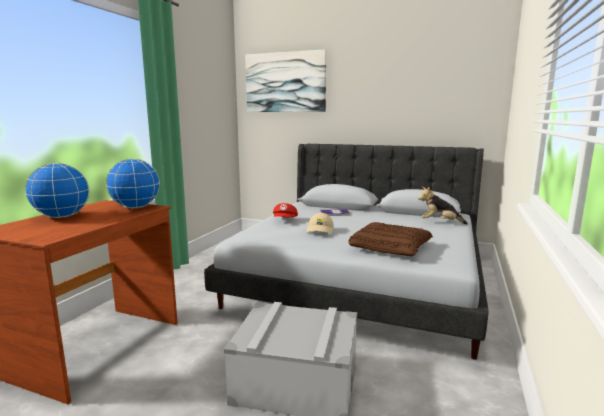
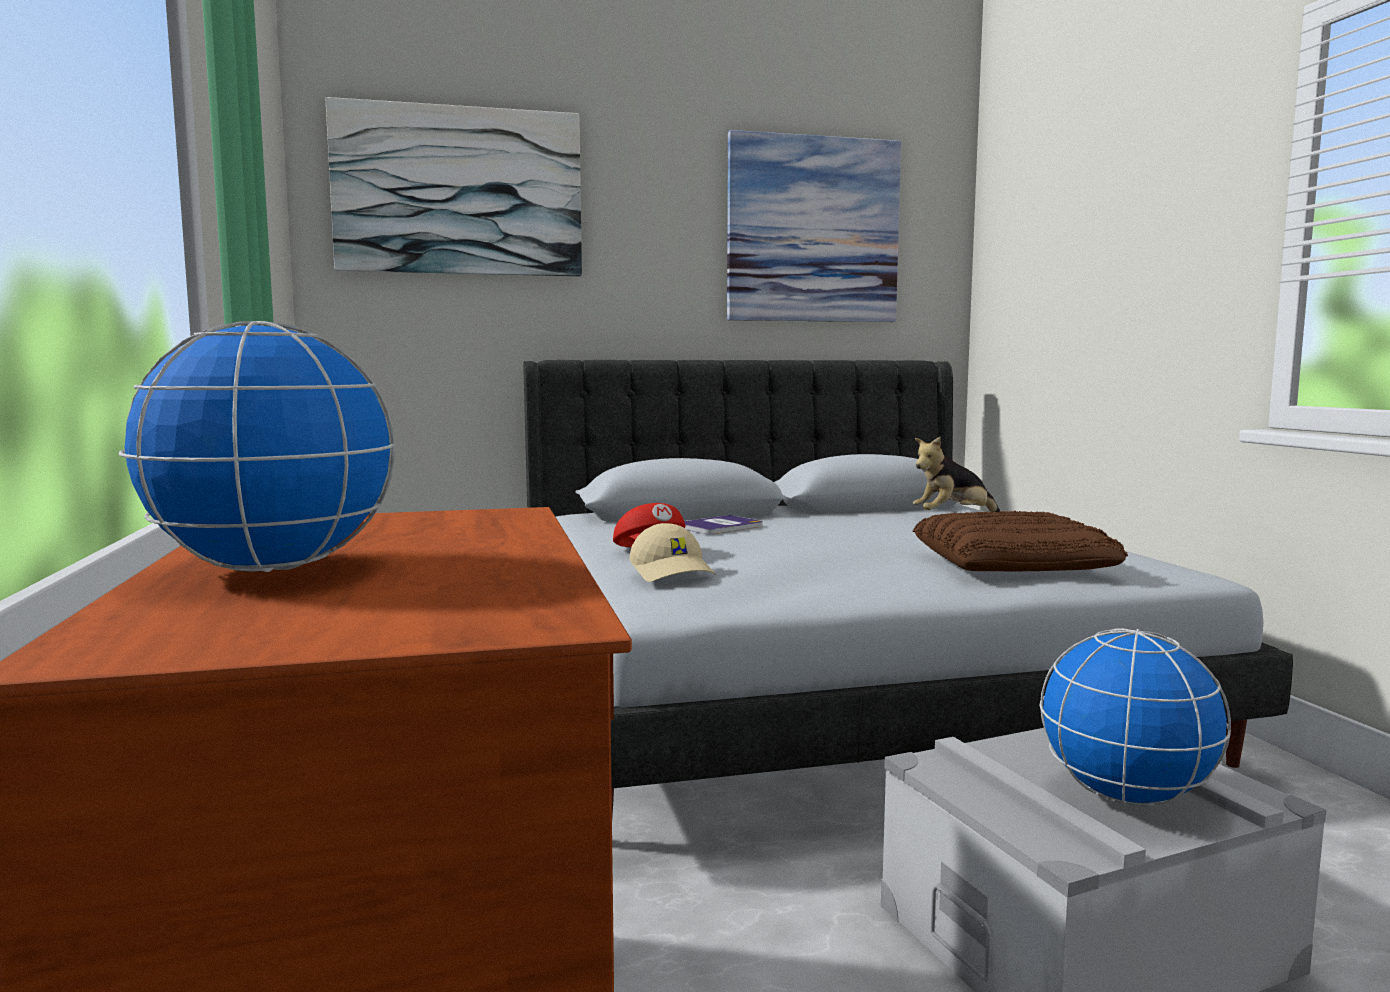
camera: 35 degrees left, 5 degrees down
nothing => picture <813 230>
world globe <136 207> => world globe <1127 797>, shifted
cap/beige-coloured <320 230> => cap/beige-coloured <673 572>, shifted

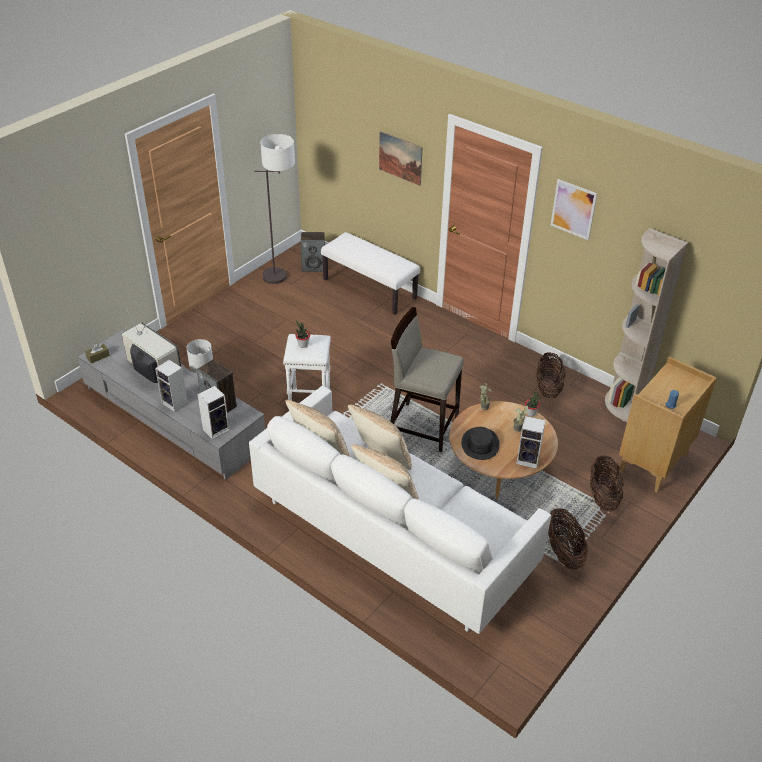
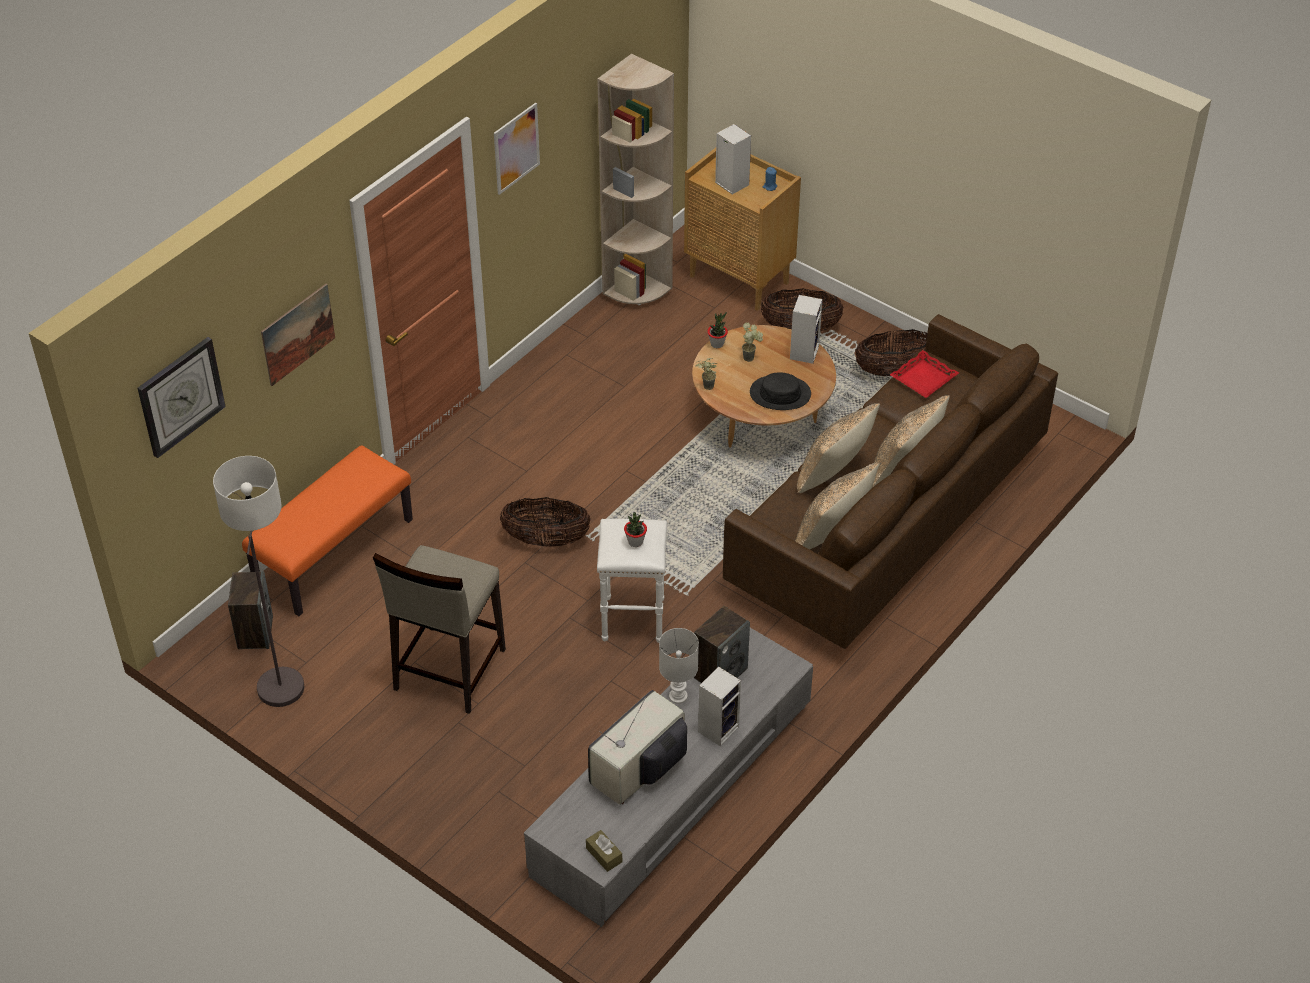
camera: 90 degrees left, 5 degrees up
nothing => clock on the wall <180 396>
nothing => carrying tray/red <923 378>
speaker <216 429> => speaker <730 183>, shifted
stool seat/beige-coloured <422 427> => stool seat/beige-coloured <448 670>, shifted
household basket <548 389> => household basket <546 540>, shifted
couch/white-coloured <392 534> => couch/brown <886 522>
long seat/white-coloured <370 289> => long seat/orangey <334 552>

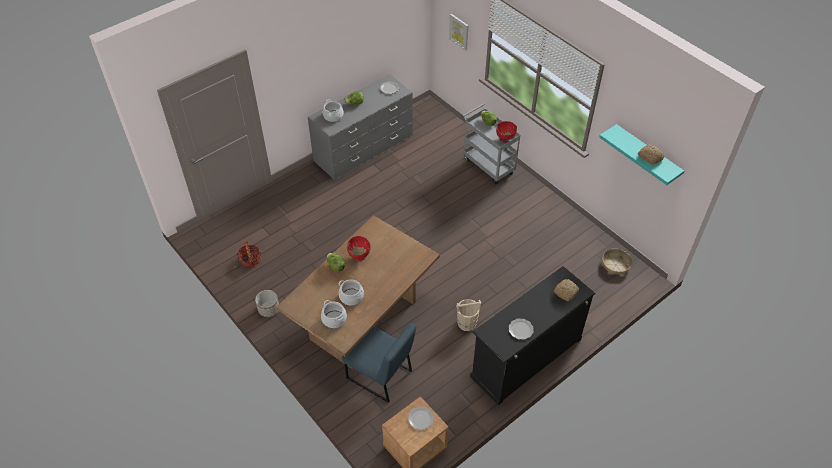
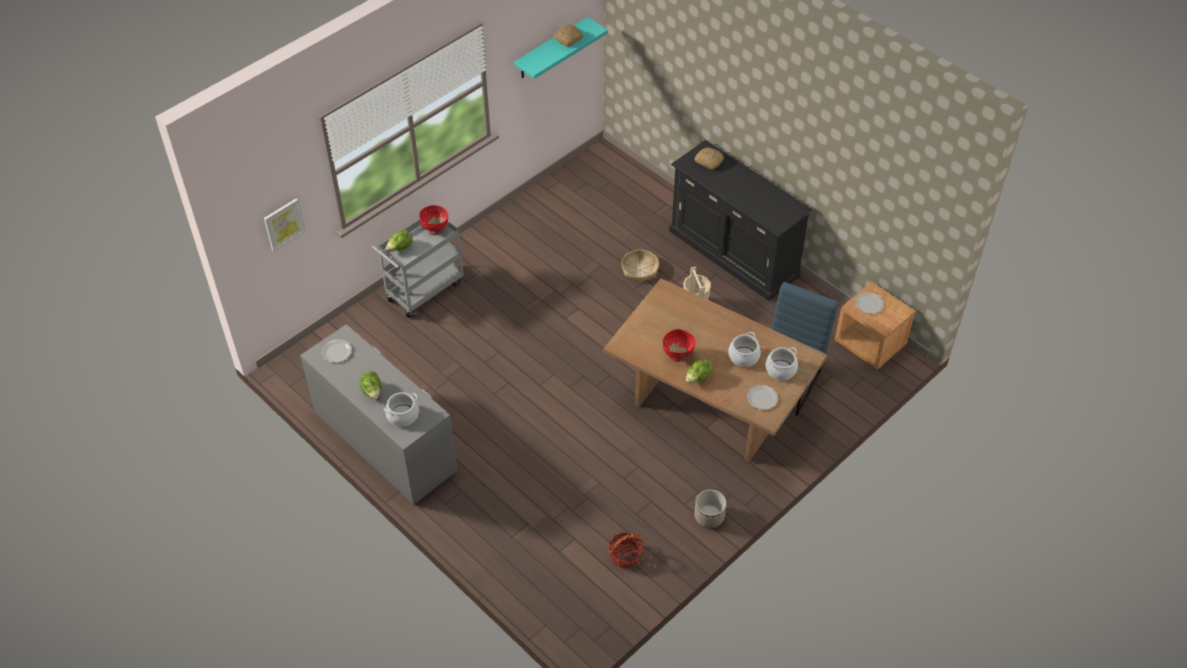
camera: 95 degrees left, 0 degrees up
plate <520 329> => plate <762 399>, shifted
household basket <616 265> => household basket <640 270>, shifted

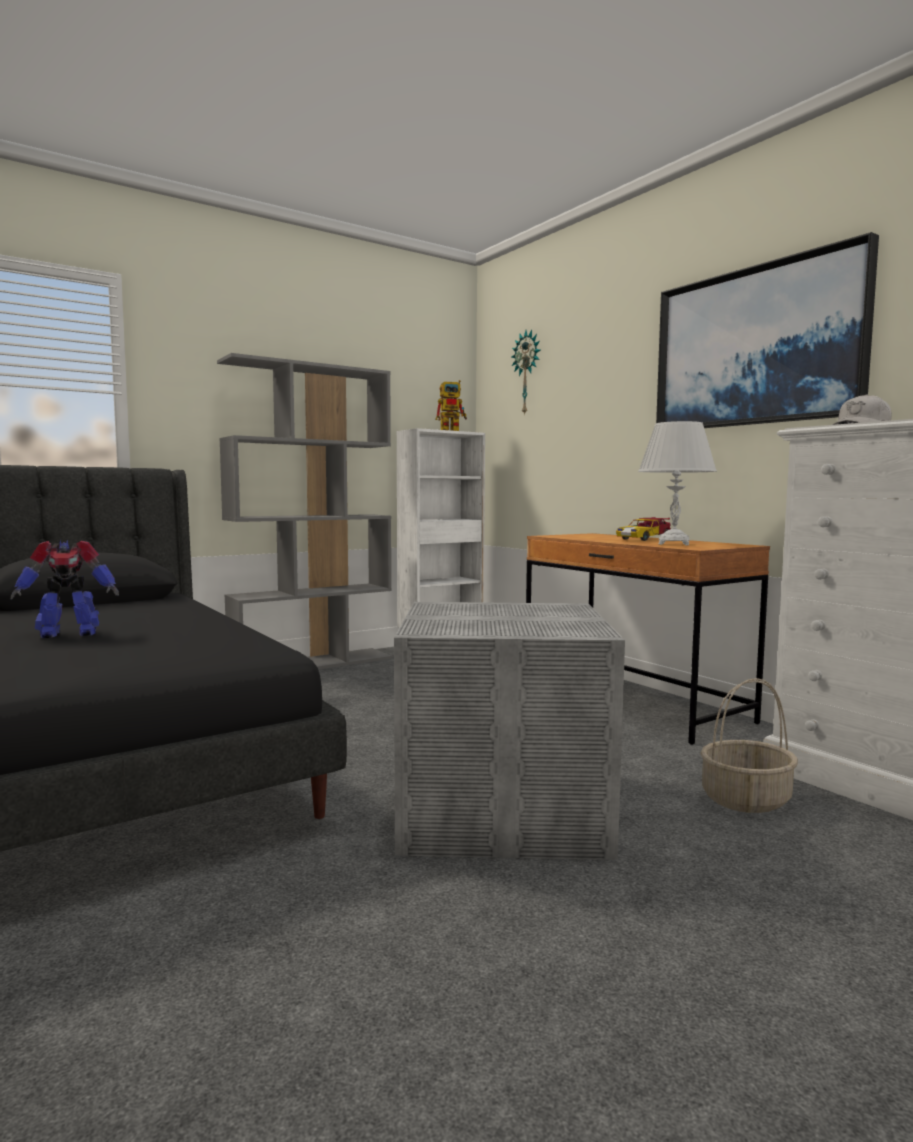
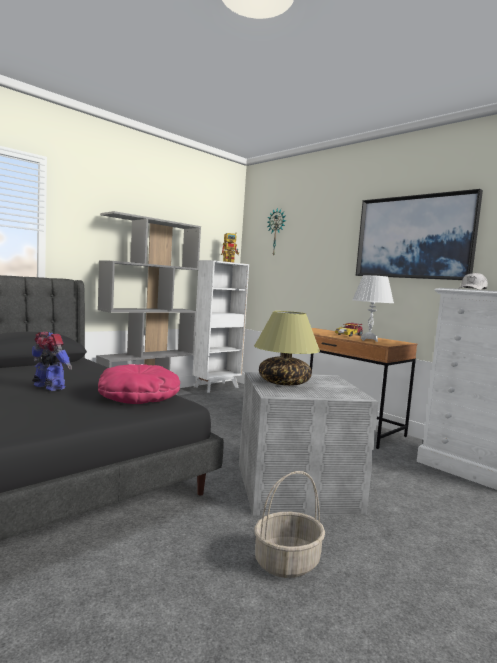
camera: 10 degrees left, 0 degrees up
nothing => pillow/pink <140 397>
nothing => tabletop lamp <284 383>
household basket <746 800> => household basket <286 563>, shifted
toy robot <68 633> => toy robot <49 387>, 120 degrees counterclockwise

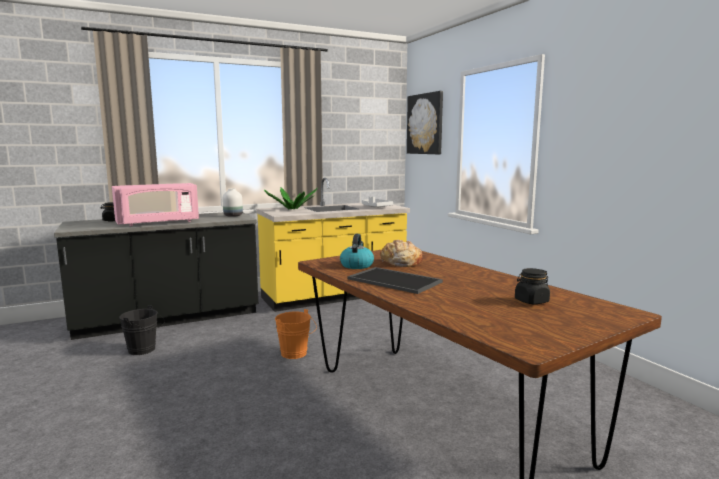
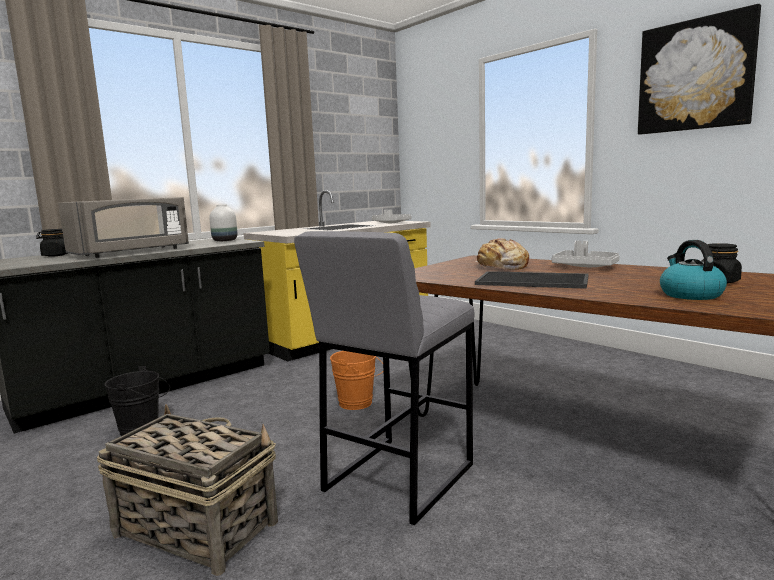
camera: 15 degrees left, 0 degrees up
houseplant <292 209> => nothing
nothing => household basket <194 528>
nothing => stool seat/gray <397 479>
nothing => carrying tray/gray <585 266>
kettle <356 265> => kettle <690 295>, shifted
picture <425 124> => picture <695 75>, shifted
microwave oven/pink <158 222> => microwave oven/gray <132 252>

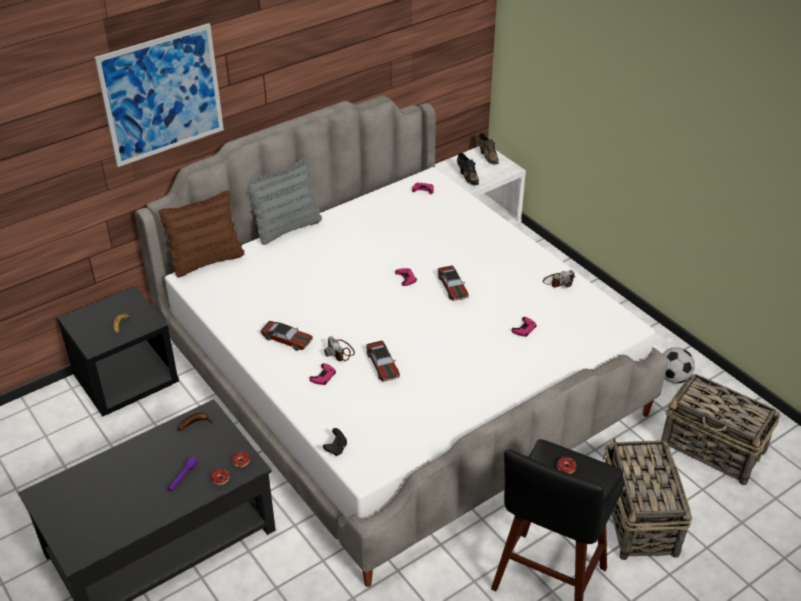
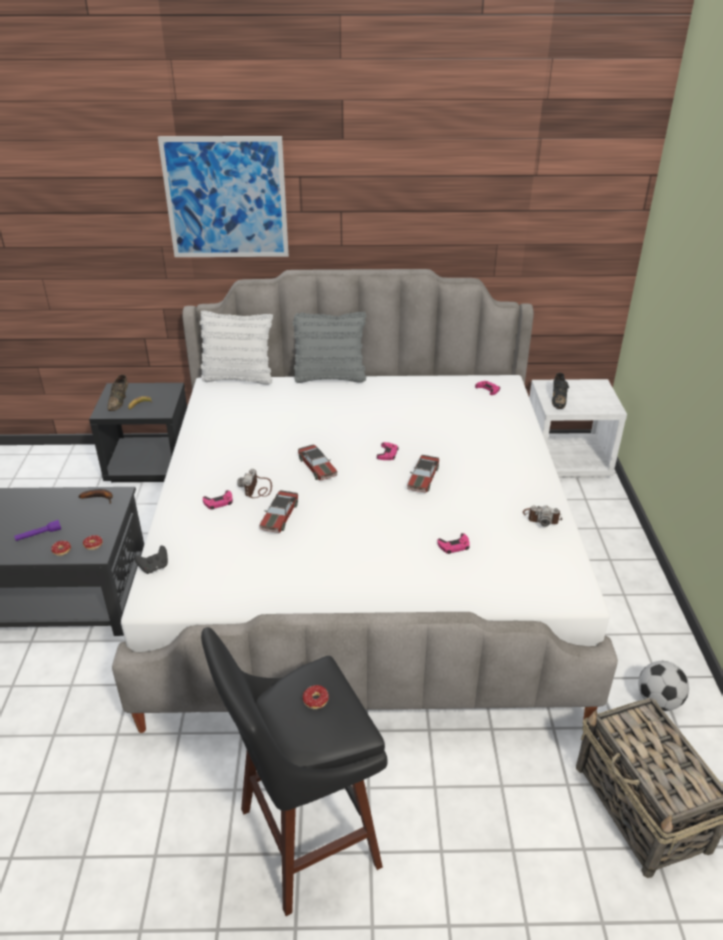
camera: 35 degrees right, 5 degrees down
household basket <639 520> => nothing
model car <287 339> => model car <317 467>, shifted
low shoe/brown <487 156> => low shoe/brown <119 401>, shifted
pillow/brown <207 261> => pillow/white-coloured <239 378>

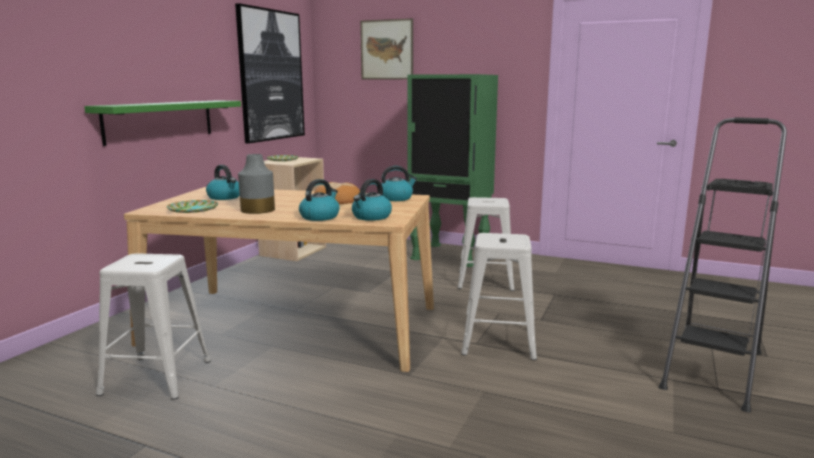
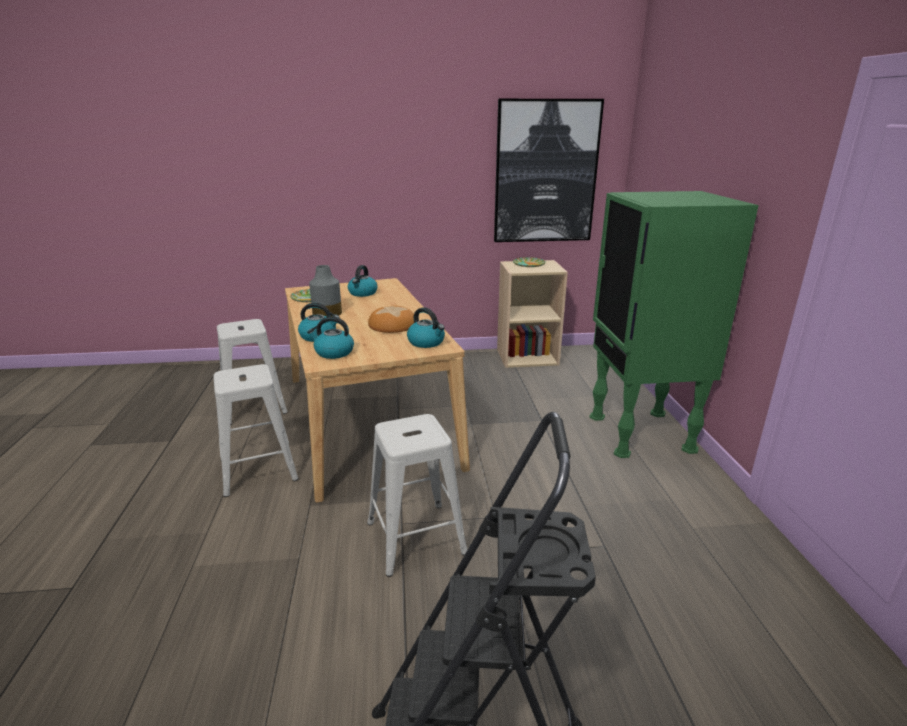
camera: 60 degrees right, 10 degrees up
wall shelf/greenish <160 121> => nothing
picture <387 49> => nothing
stool seat/white-coloured <485 281> => stool seat/white-coloured <258 469>, shifted

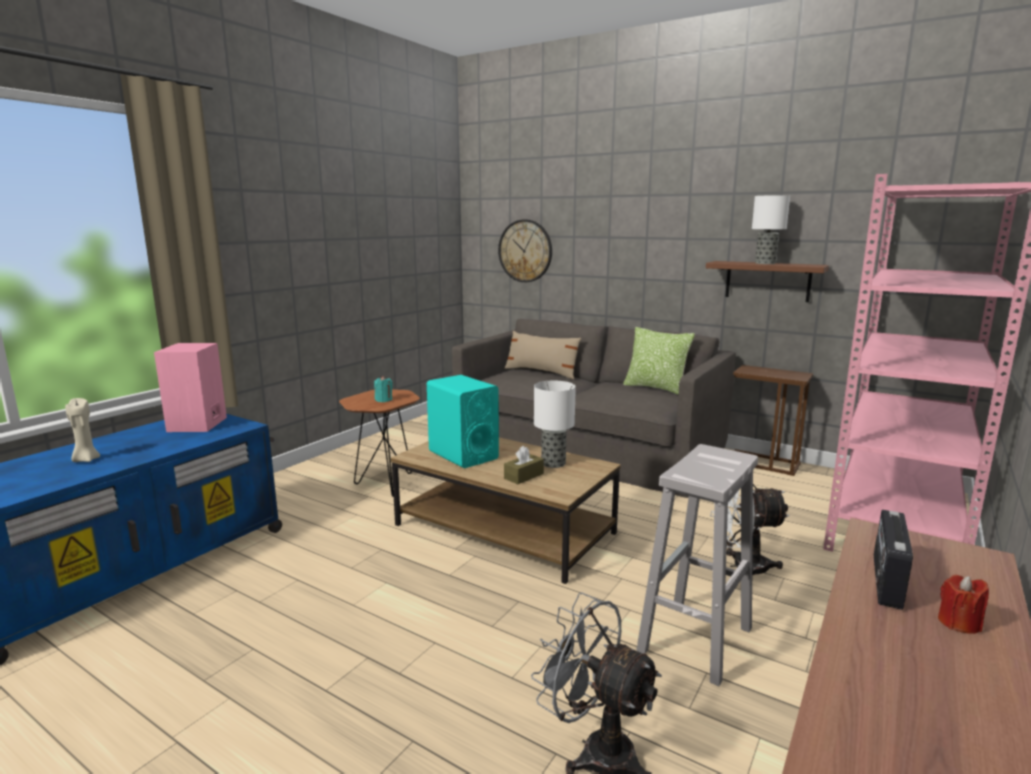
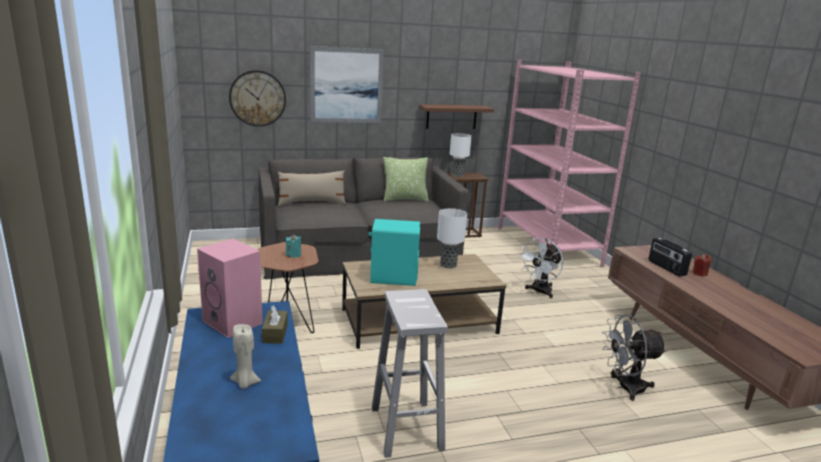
camera: 50 degrees left, 5 degrees up
nothing => picture <346 85>
tissue holder/brown <524 476> => tissue holder/brown <275 333>, shifted
stool seat/white-coloured <695 641> => stool seat/white-coloured <407 429>, shifted
tabletop lamp <765 263> => tabletop lamp <457 175>, shifted

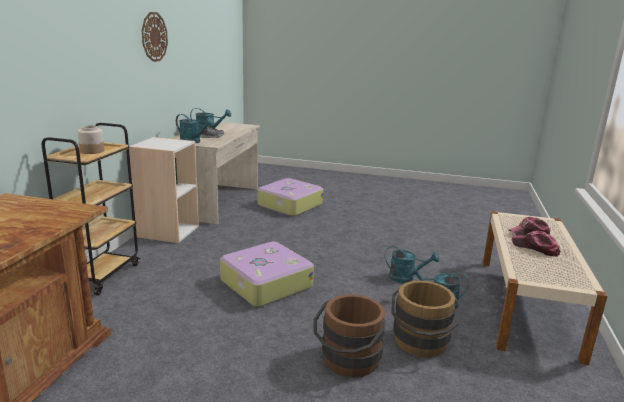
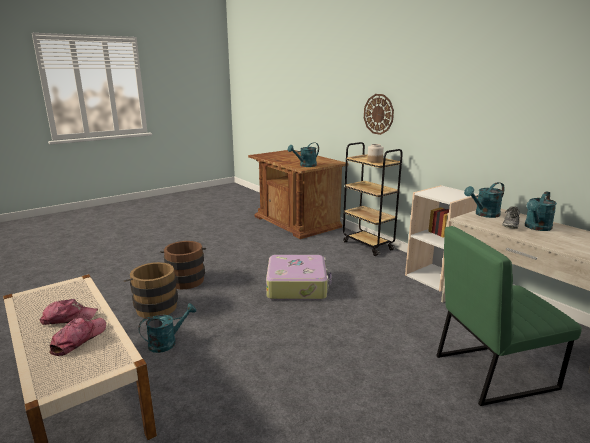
camera: 130 degrees right, 0 degrees up
clock on the wall <154 37> => clock on the wall <378 114>, shifted
sprinkling can/turquoise-coloured <406 278> => sprinkling can/turquoise-coloured <305 165>, shifted
piece of luggage <289 205> => plain chair/greenish <491 372>

